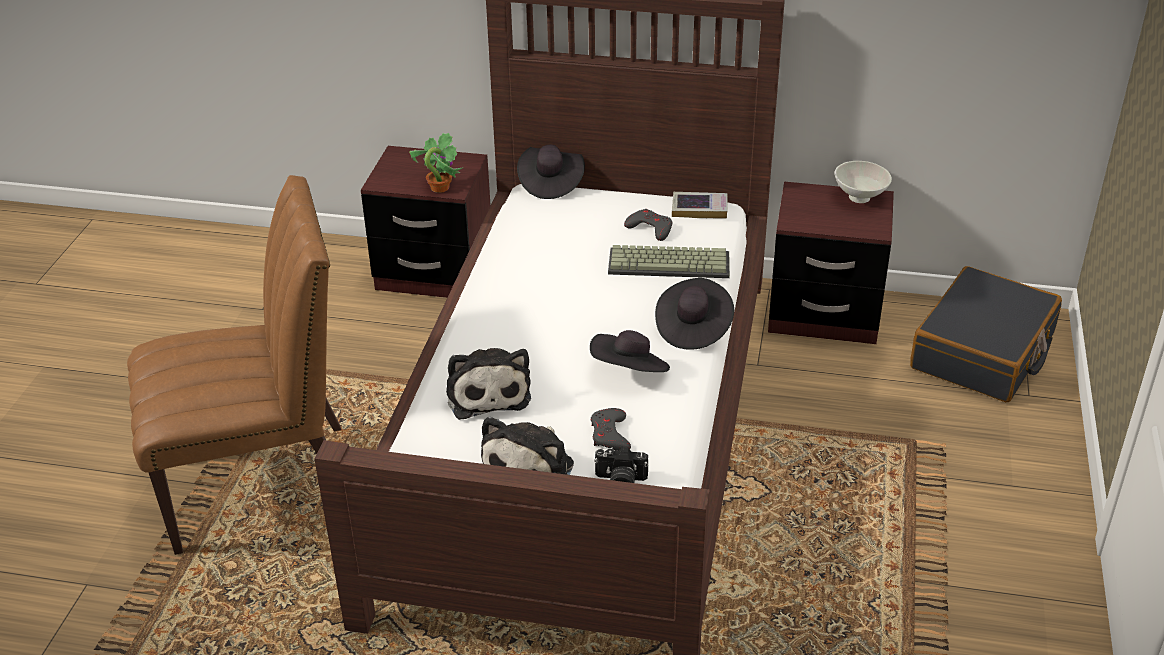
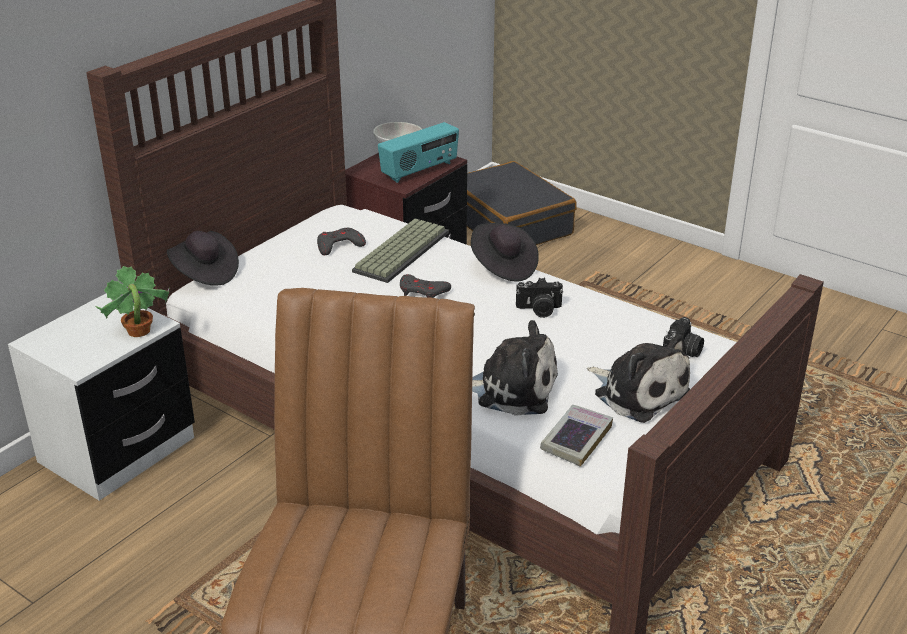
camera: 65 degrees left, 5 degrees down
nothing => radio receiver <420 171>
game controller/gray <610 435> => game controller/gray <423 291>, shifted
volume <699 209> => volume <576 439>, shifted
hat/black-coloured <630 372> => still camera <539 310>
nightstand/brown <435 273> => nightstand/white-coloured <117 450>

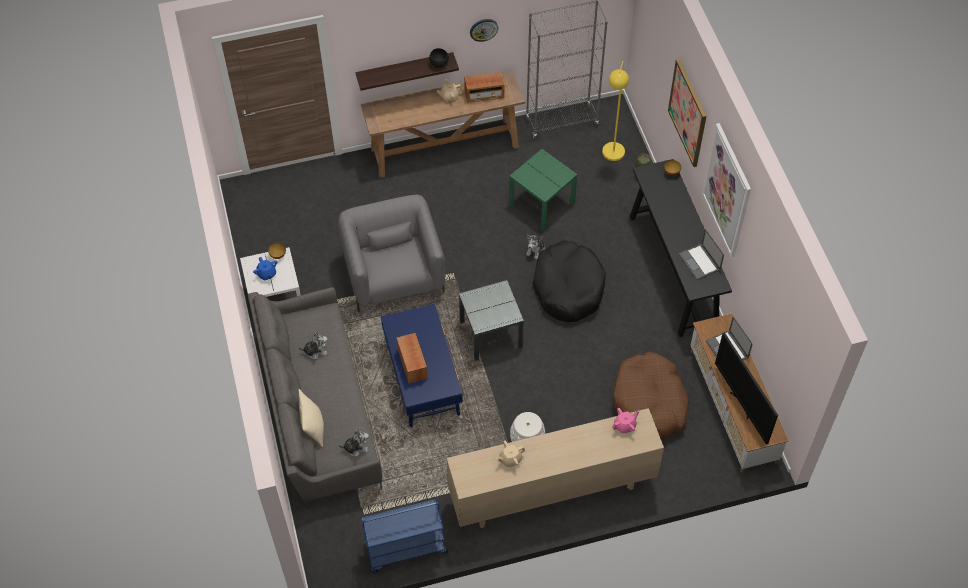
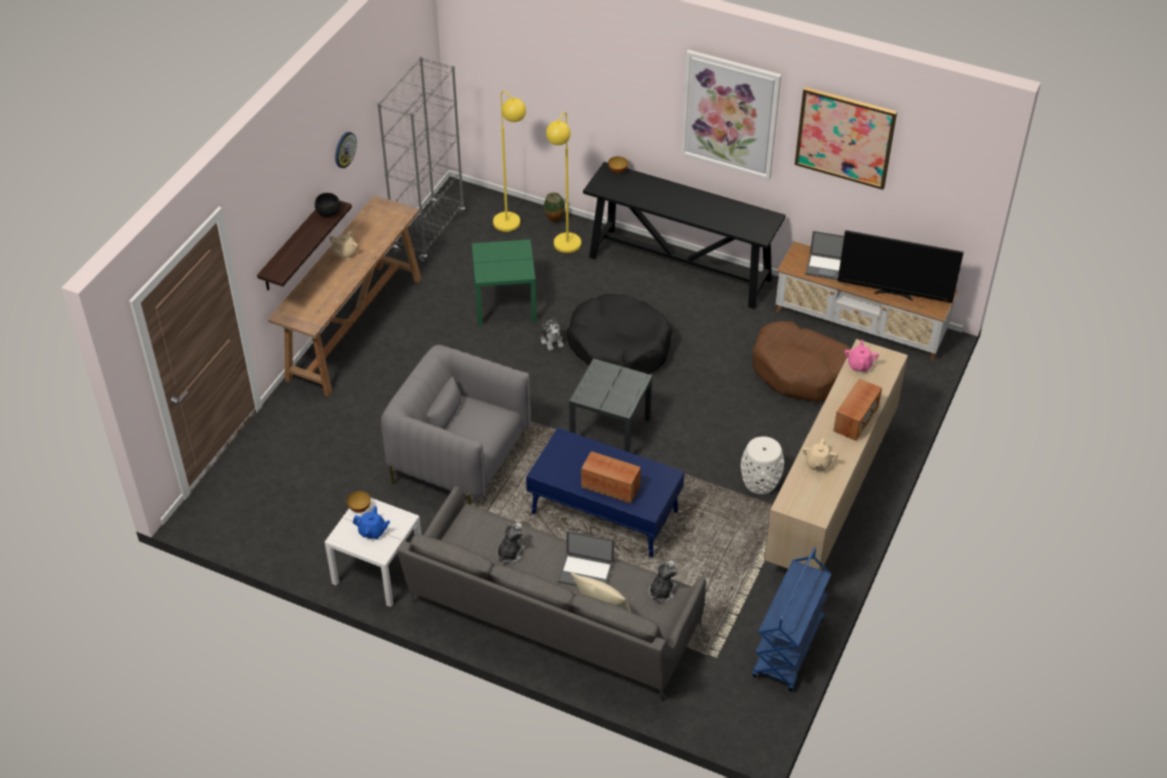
camera: 50 degrees left, 10 degrees down
nothing => floor lamp/yellow <564 250>
radio receiver <484 94> => radio receiver <856 420>, shifted
picture <688 113> => picture <845 137>, shifted
laptop <700 262> => laptop <586 572>, shifted

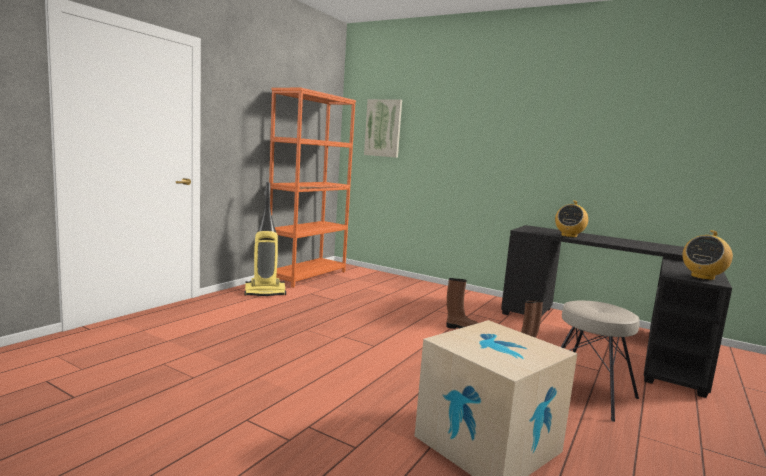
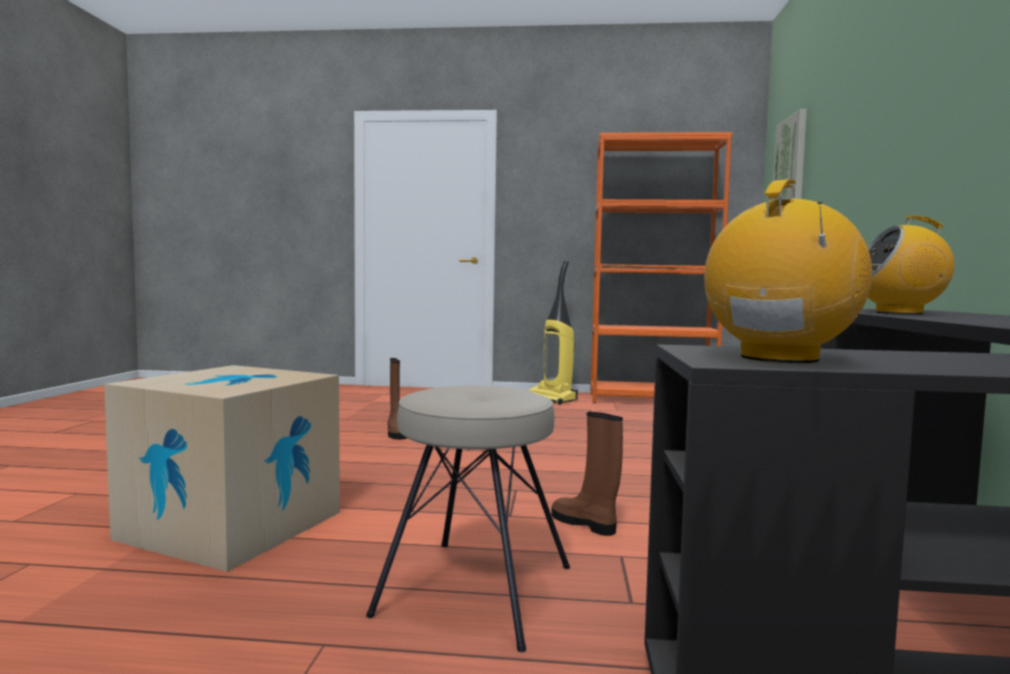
camera: 65 degrees right, 5 degrees down
tall boot/brown <461 328> => tall boot/brown <396 433>, shifted
radio receiver <702 277> => radio receiver <779 358>, 105 degrees clockwise

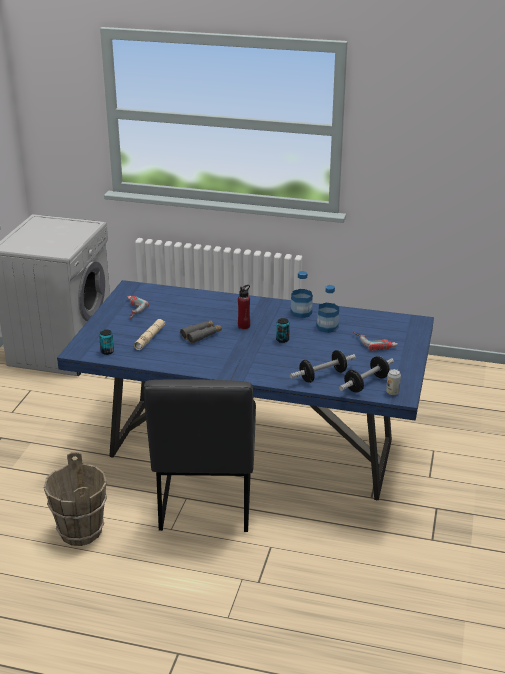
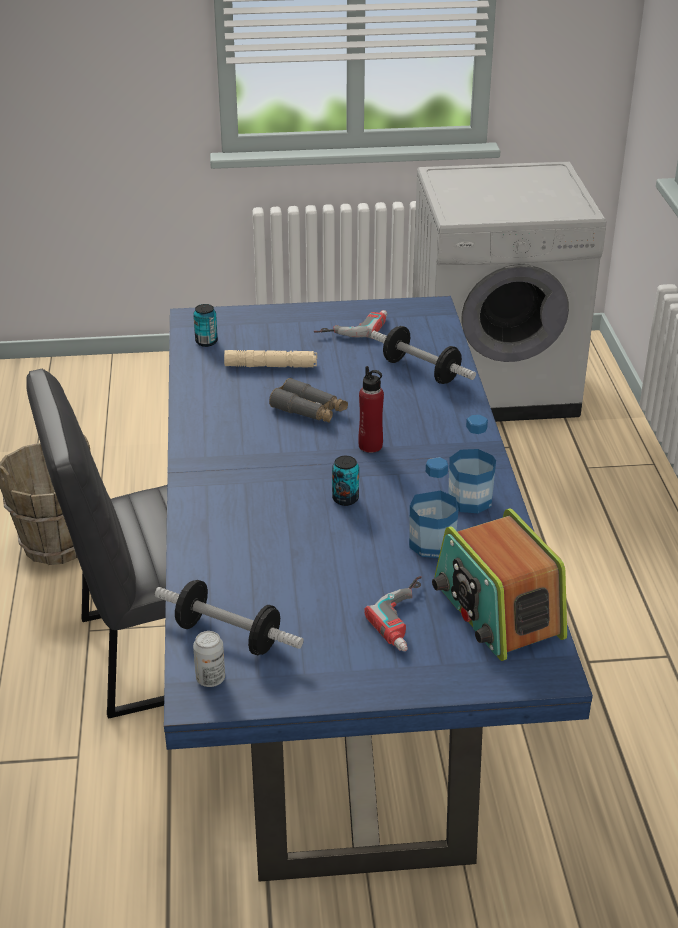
camera: 70 degrees right, 5 degrees up
nothing => radio receiver <497 611>
free weight <322 376> => free weight <421 371>, shifted

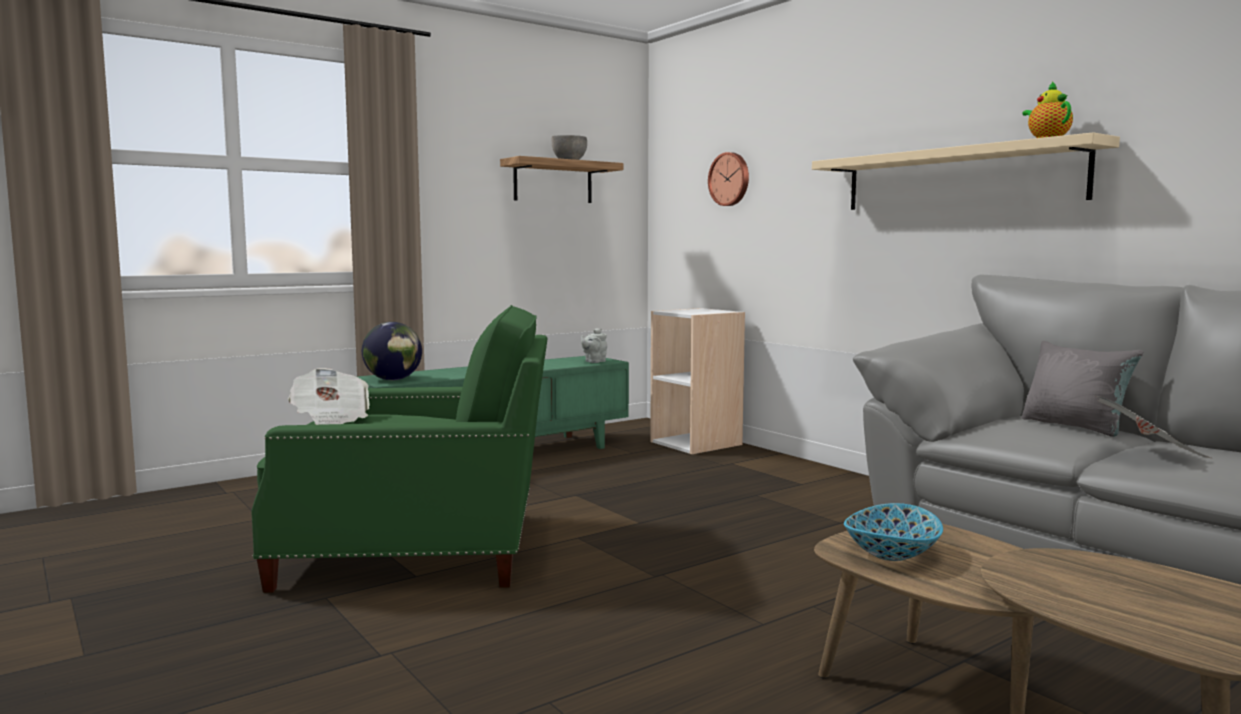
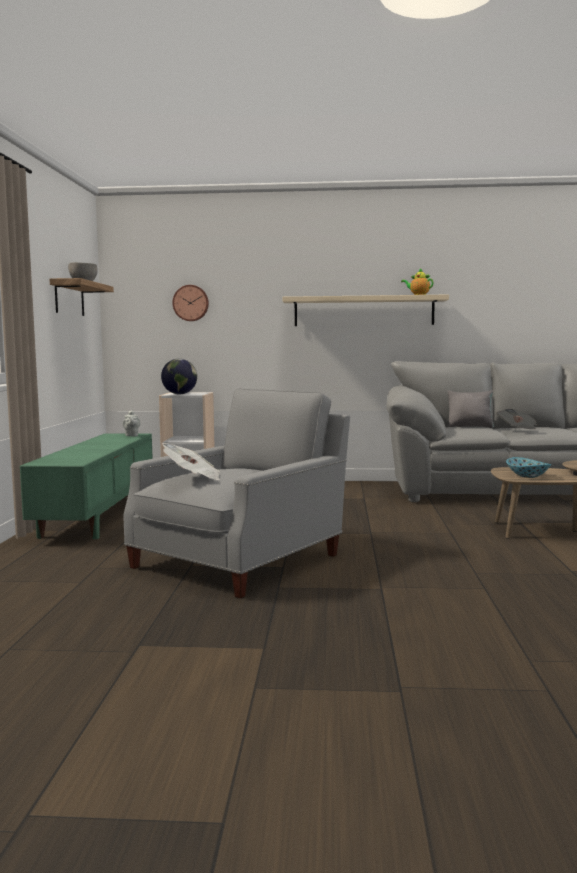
camera: 50 degrees left, 0 degrees up
world globe <393 380> => world globe <180 394>, shifted
armchair/greenish <418 549> => armchair/gray <241 559>

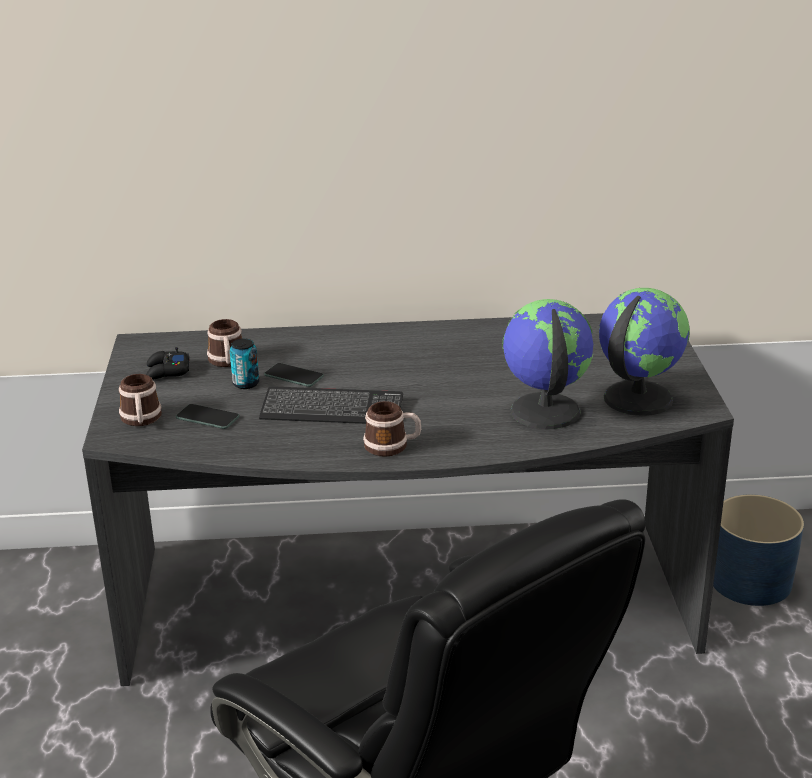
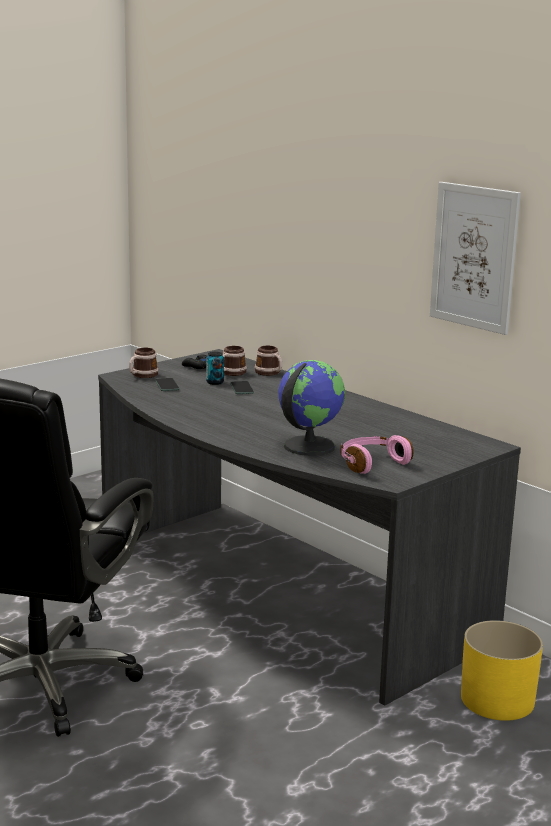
camera: 50 degrees right, 10 degrees down
PC keyboard <332 409> => nothing
nothing => picture <474 257>
coffee mug <392 446> => coffee mug <270 373>, shifted
world globe <636 398> => pair of headphones/pink <371 463>
planter/bluish <749 581> => planter/yellow <497 699>

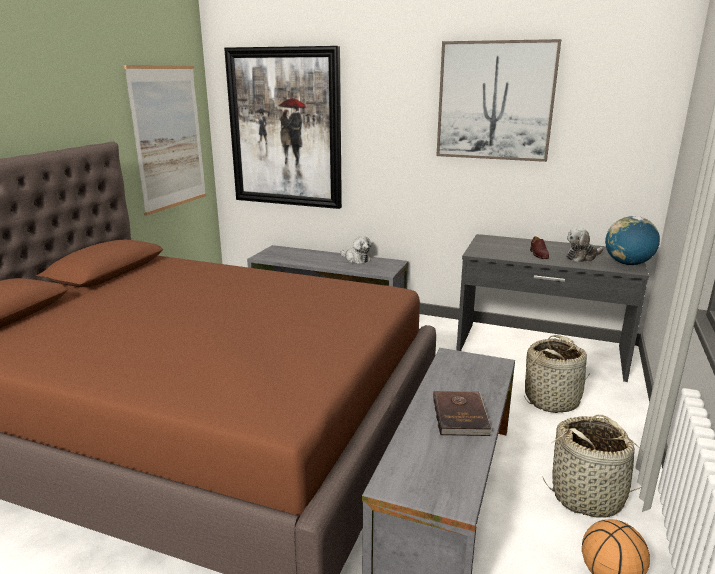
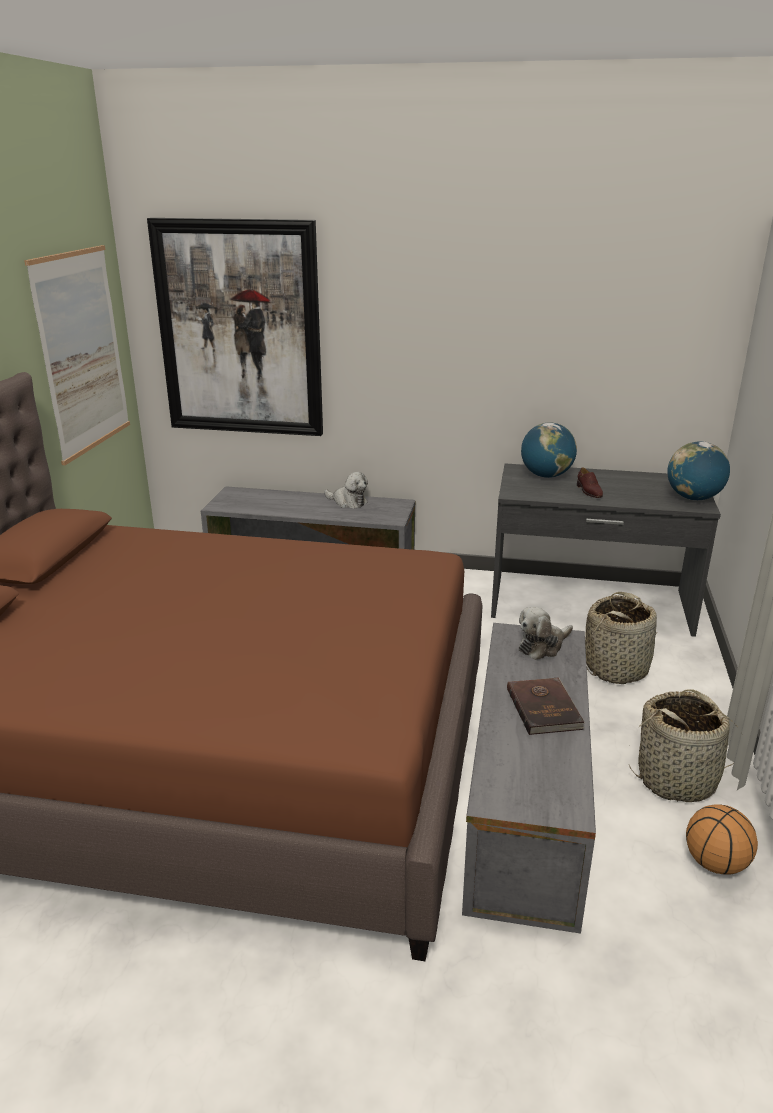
camera: 10 degrees left, 5 degrees up
picture <495 101> => nothing
nothing => world globe <546 476>
cuddly toy <582 257> => cuddly toy <542 646>, shifted

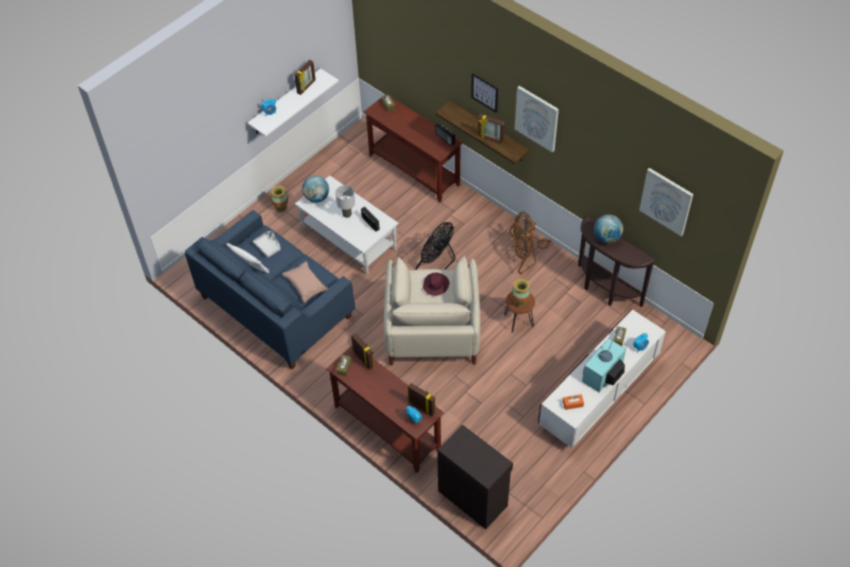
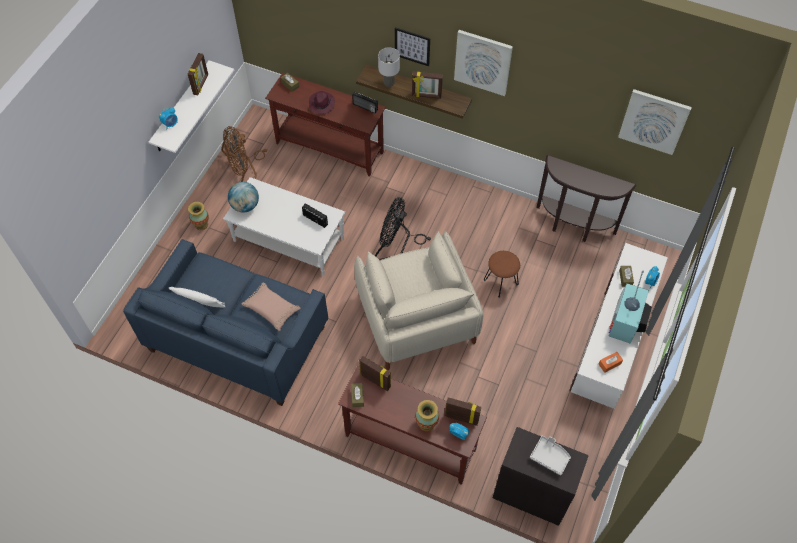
camera: 20 degrees left, 5 degrees up
world globe <607 238> => nothing
carrying tray/gray <268 246> => carrying tray/gray <550 457>, shifted
tabletop lamp/white-coloured <347 214> => tabletop lamp/white-coloured <389 83>, shifted
hat/purple-coloured <435 285> => hat/purple-coloured <321 104>, shifted
cooling fan/brown <526 252> => cooling fan/brown <244 167>, shifted
decorative vase <520 302> => decorative vase <426 423>, shifted

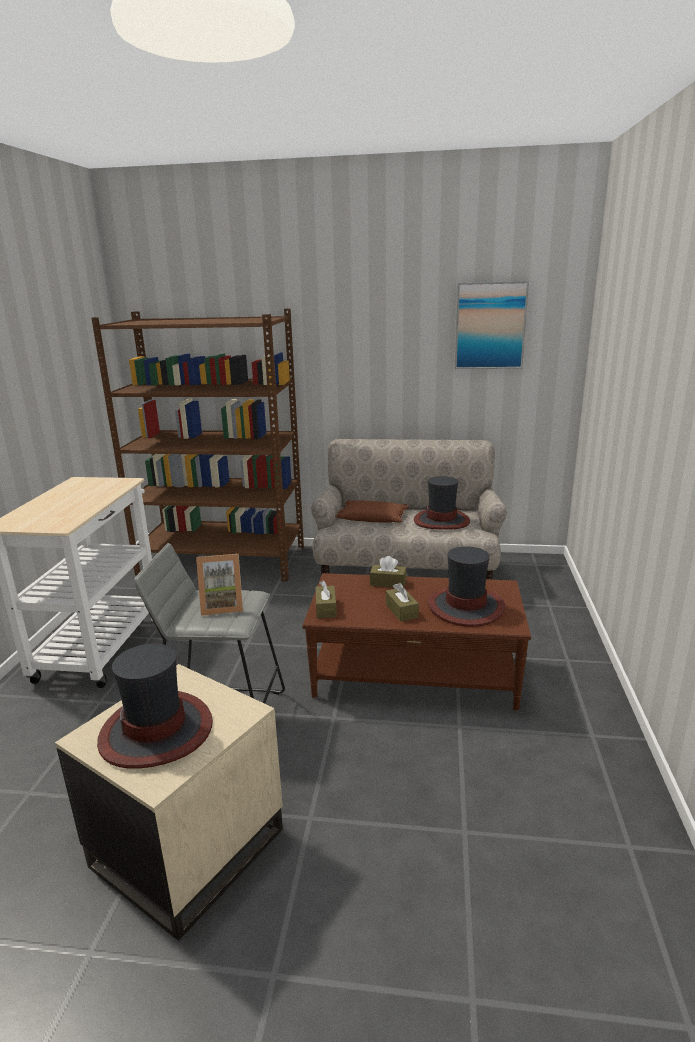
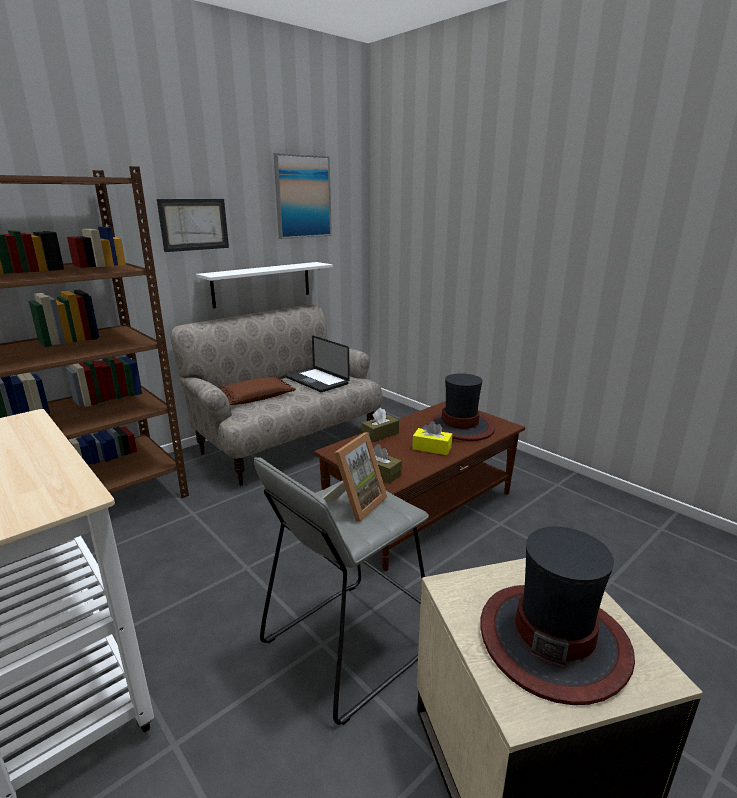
camera: 50 degrees left, 0 degrees up
nothing => picture <194 224>
nothing => wall shelf/white-coloured <262 284>
hat <442 521> => laptop <317 381>
tissue holder/brown <401 611> => tissue holder/yellow <432 448>

